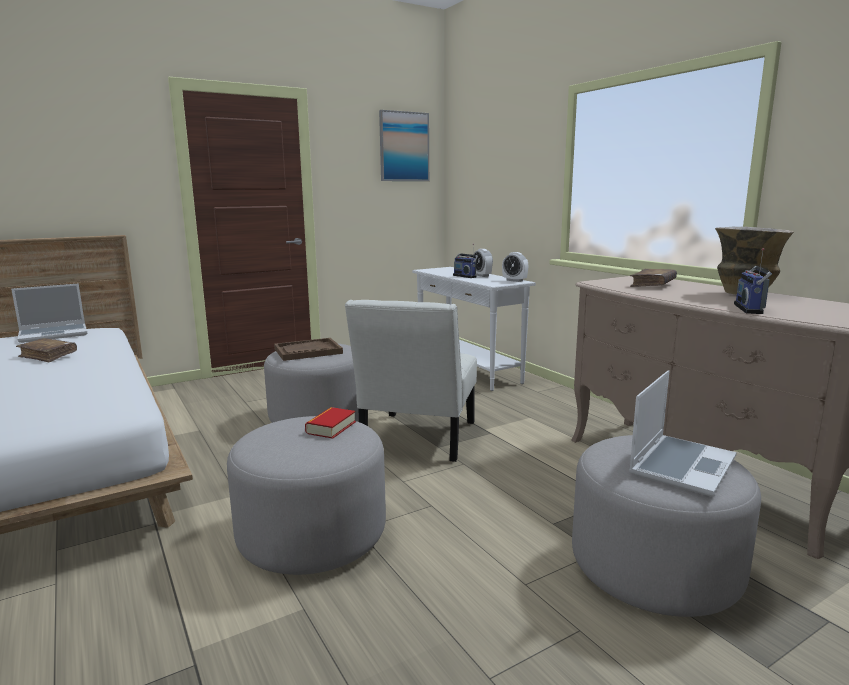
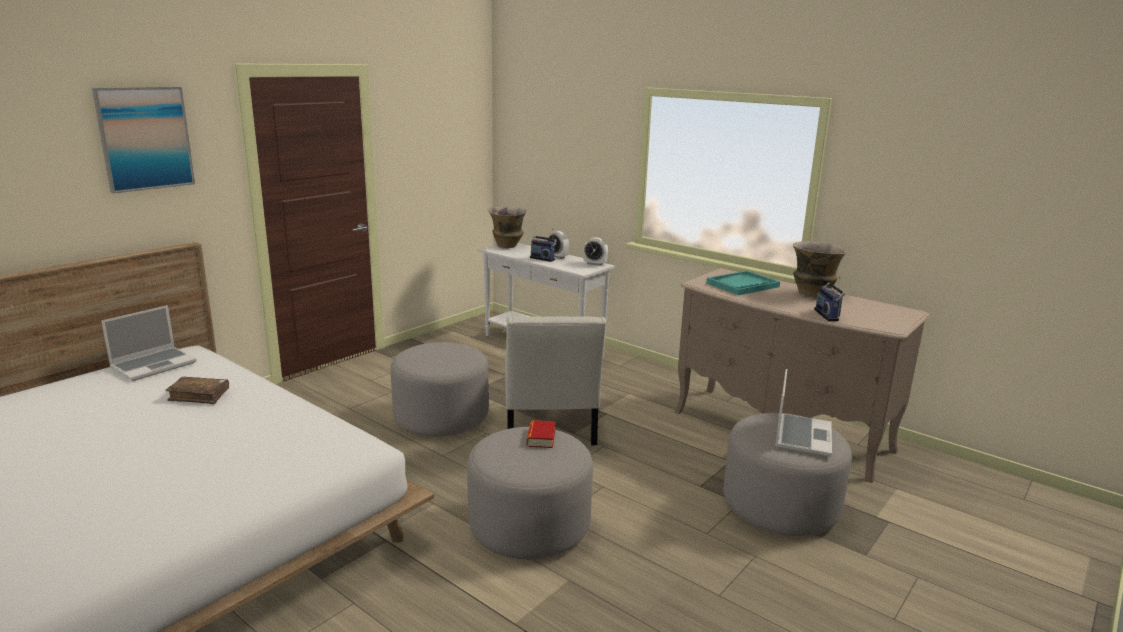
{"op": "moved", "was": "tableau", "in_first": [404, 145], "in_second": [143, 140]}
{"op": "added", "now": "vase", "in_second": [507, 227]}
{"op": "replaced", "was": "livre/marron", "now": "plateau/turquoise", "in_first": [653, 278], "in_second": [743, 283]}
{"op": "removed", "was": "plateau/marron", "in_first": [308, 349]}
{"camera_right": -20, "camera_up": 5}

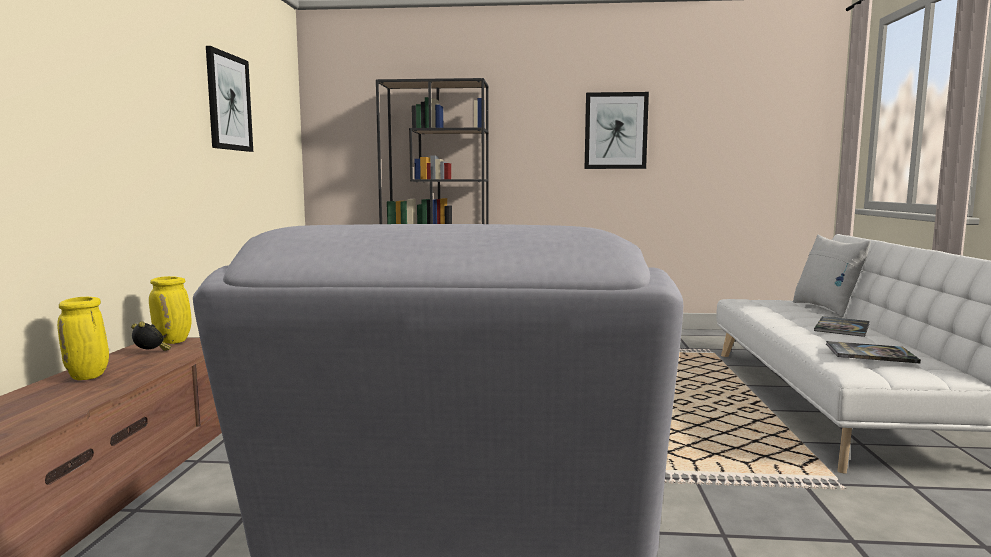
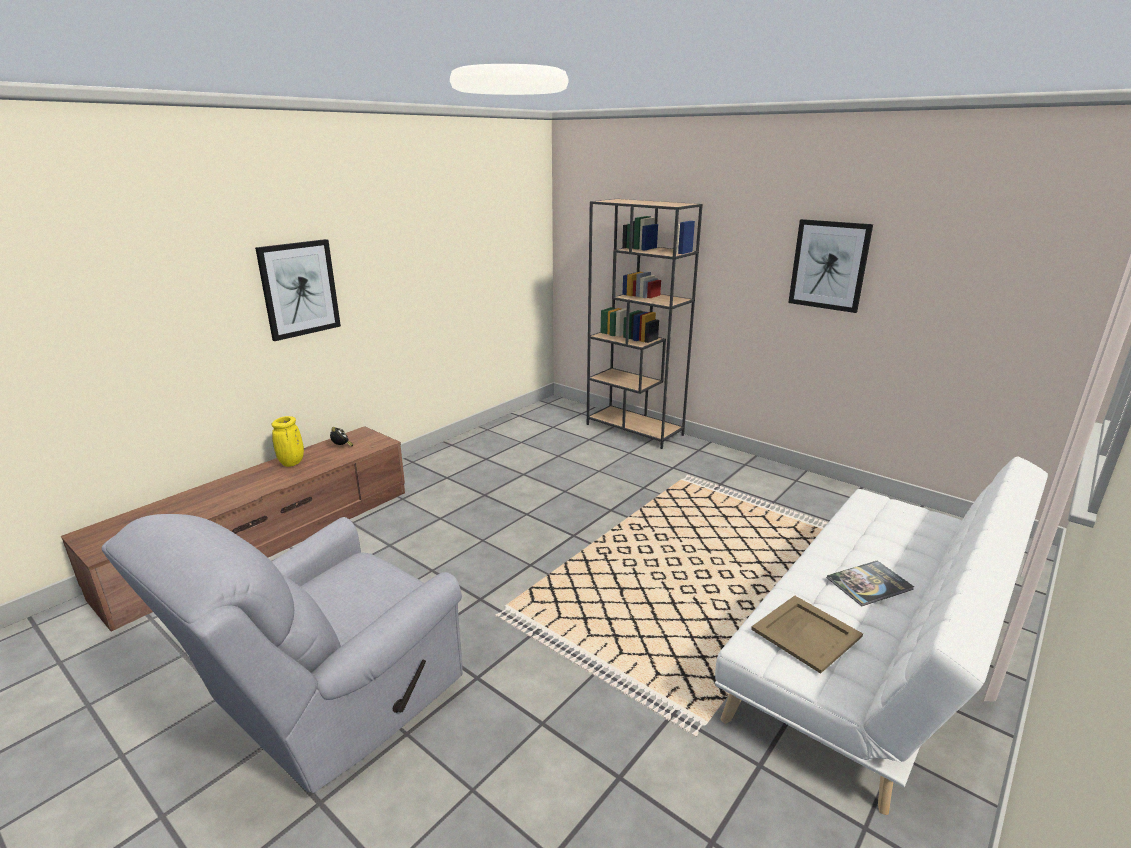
{"op": "moved", "was": "tableau", "in_first": [229, 99], "in_second": [298, 290]}
{"op": "replaced", "was": "livre", "now": "plateau/beige", "in_first": [873, 352], "in_second": [807, 635]}
{"op": "removed", "was": "vase/jaune", "in_first": [170, 310]}
{"op": "removed", "was": "coussin/gris", "in_first": [832, 276]}
{"camera_right": 35, "camera_up": 15}

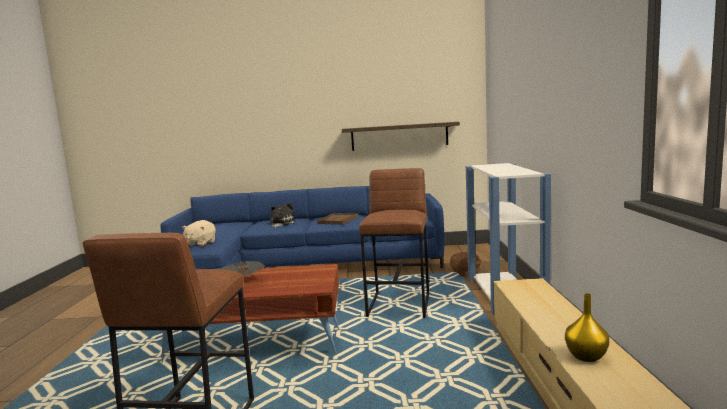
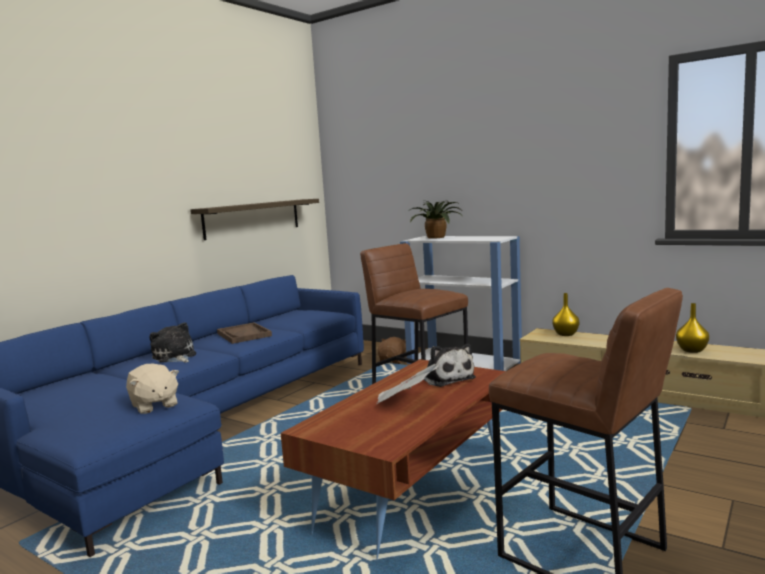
{"op": "added", "now": "plante en pot", "in_second": [435, 219]}
{"op": "added", "now": "peluche", "in_second": [450, 365]}
{"op": "added", "now": "vase/jaune", "in_second": [565, 314]}
{"camera_right": -55, "camera_up": 0}

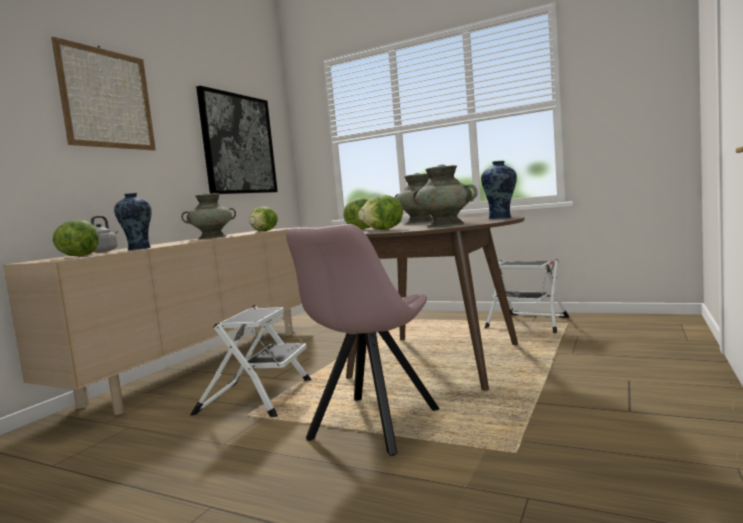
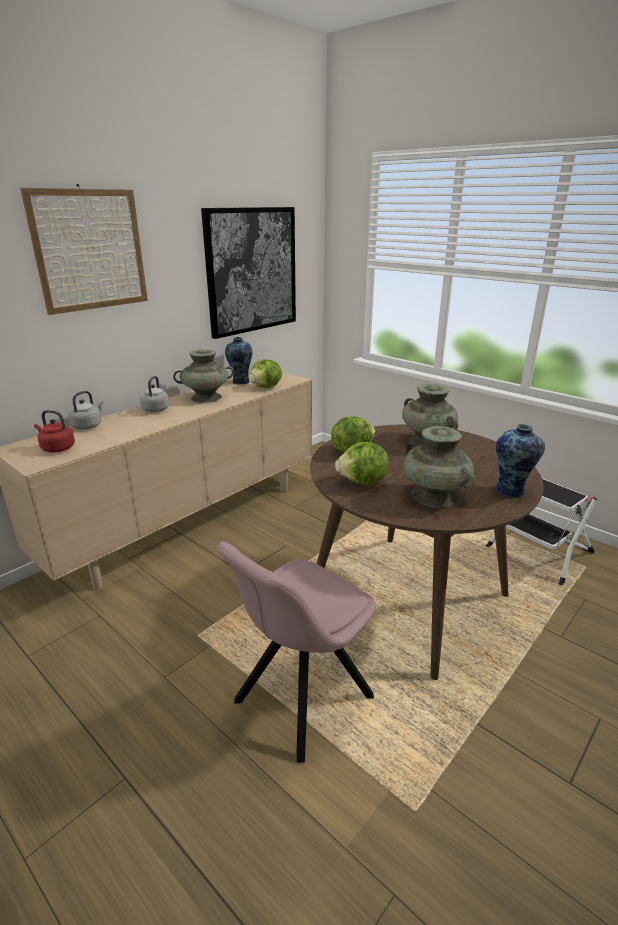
{"op": "replaced", "was": "laitue", "now": "bouilloire/rouge", "in_first": [76, 238], "in_second": [54, 431]}
{"op": "added", "now": "bouilloire/gris", "in_second": [154, 394]}
{"op": "moved", "was": "vase", "in_first": [133, 221], "in_second": [238, 360]}
{"op": "removed", "was": "escabeau", "in_first": [251, 361]}
{"camera_right": 15, "camera_up": 20}

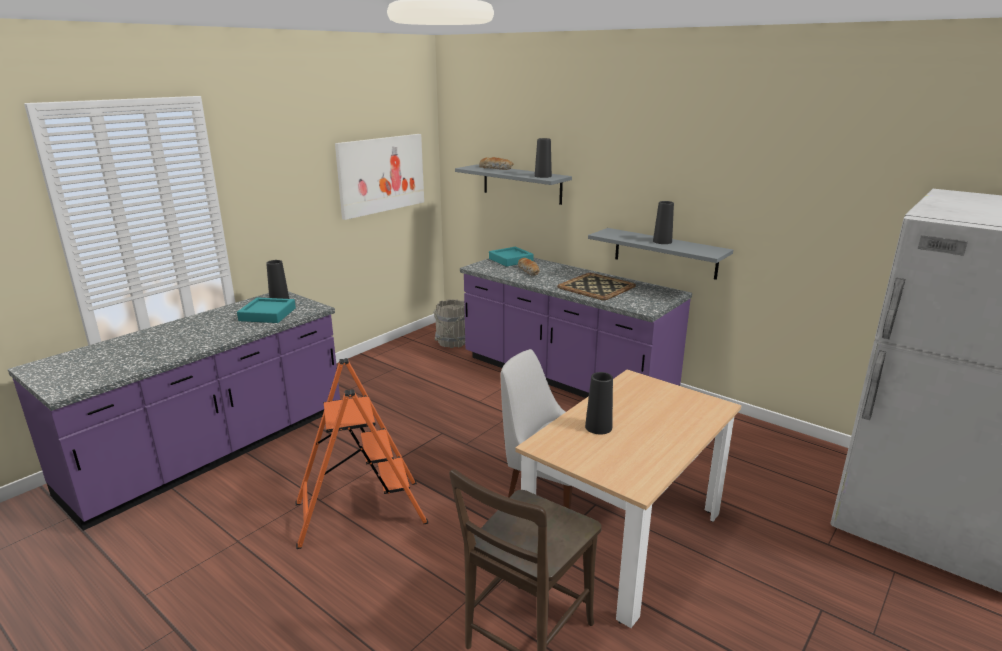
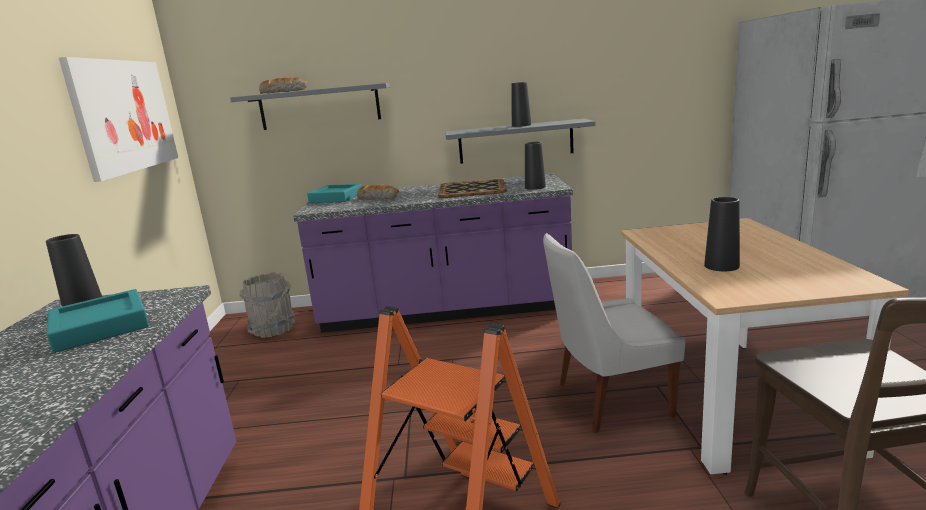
{"op": "moved", "was": "vase/noir", "in_first": [543, 158], "in_second": [535, 166]}
{"camera_right": -40, "camera_up": -5}

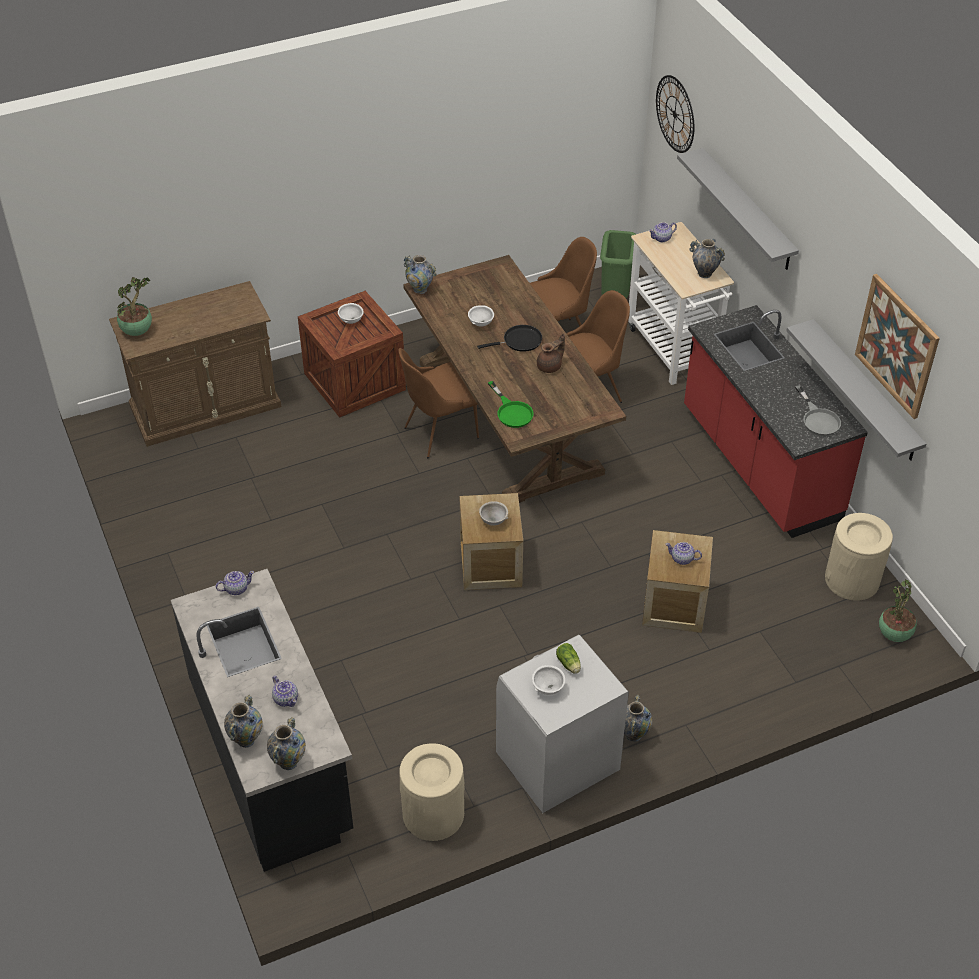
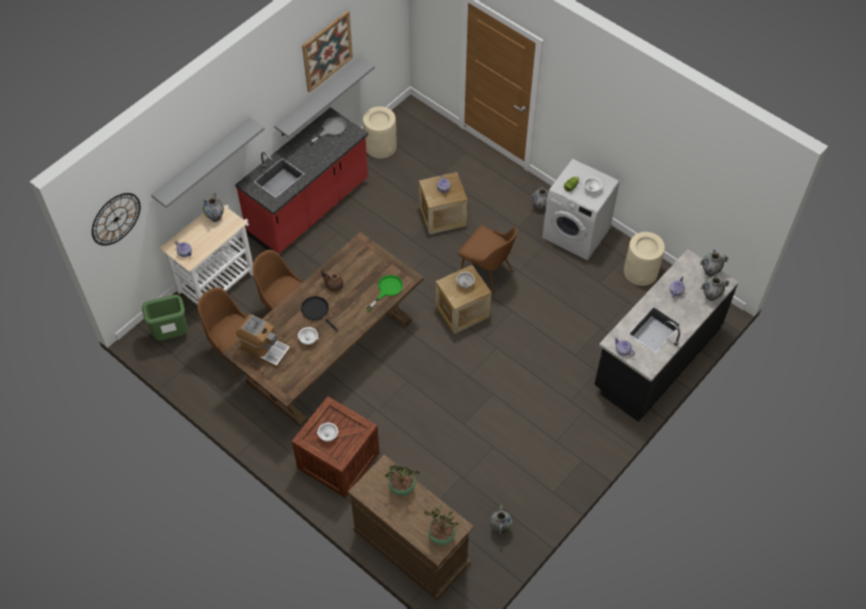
{"op": "added", "now": "machine à café", "in_second": [263, 341]}
{"op": "moved", "was": "plante en pot", "in_first": [898, 610], "in_second": [402, 480]}
{"op": "moved", "was": "chaise/marron", "in_first": [439, 403], "in_second": [488, 259]}
{"op": "moved", "was": "vase", "in_first": [420, 274], "in_second": [501, 519]}
{"camera_right": -115, "camera_up": 10}

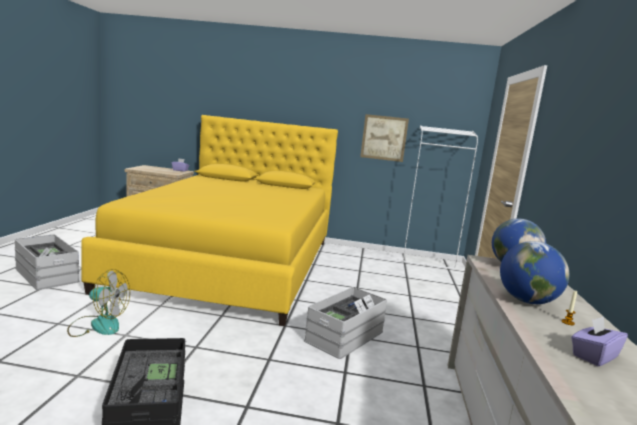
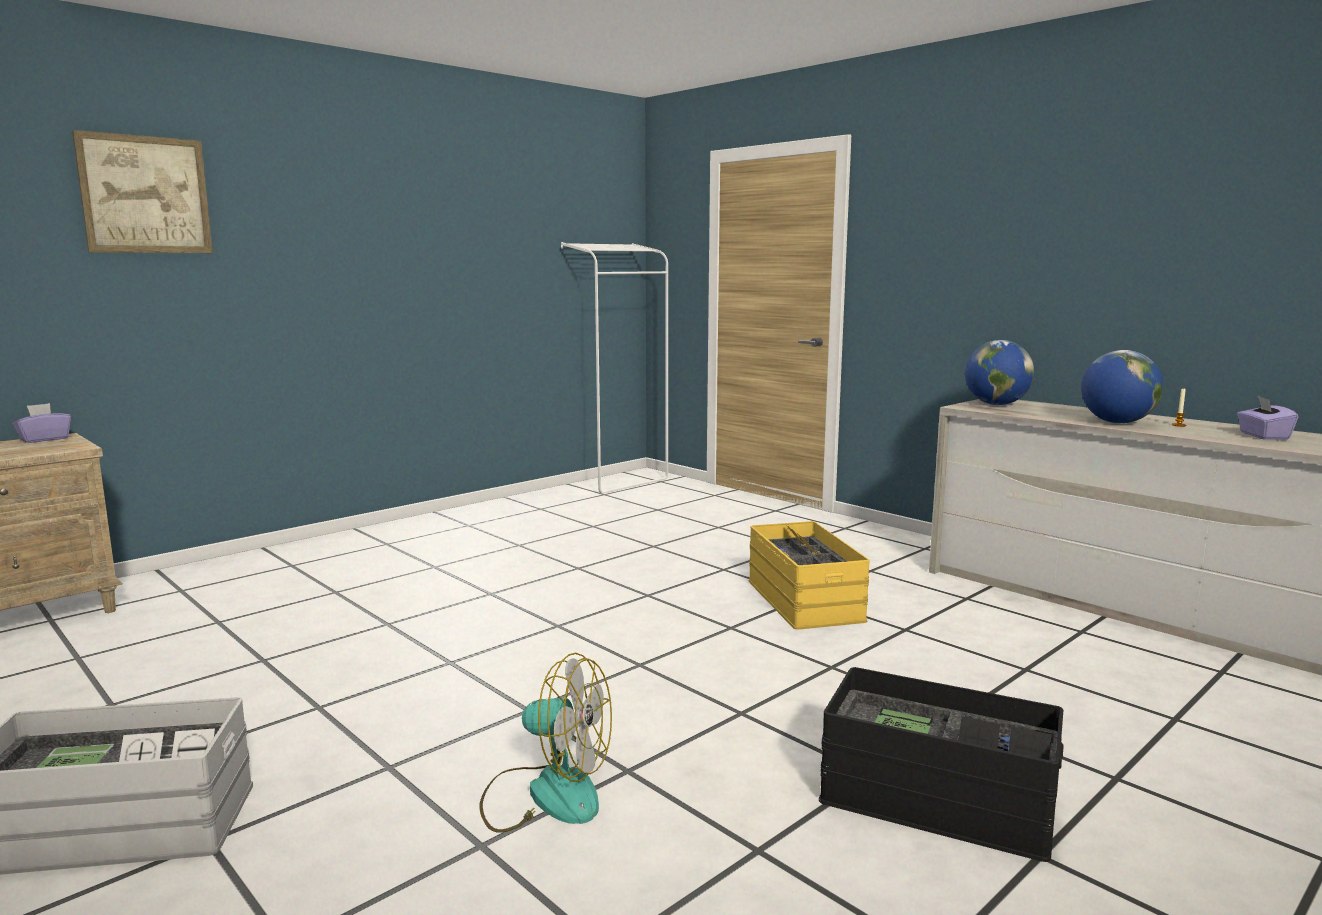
{"op": "moved", "was": "tableau", "in_first": [384, 138], "in_second": [142, 191]}
{"op": "turned", "was": "ventilateur", "in_first": [98, 303], "in_second": [545, 742], "clockwise": 60}
{"op": "recoloured", "was": "boîte de rangement/gris", "now": "boîte de rangement/jaune", "in_first": [345, 323], "in_second": [809, 575]}
{"op": "removed", "was": "lit/jaune", "in_first": [209, 220]}
{"camera_right": -50, "camera_up": 0}

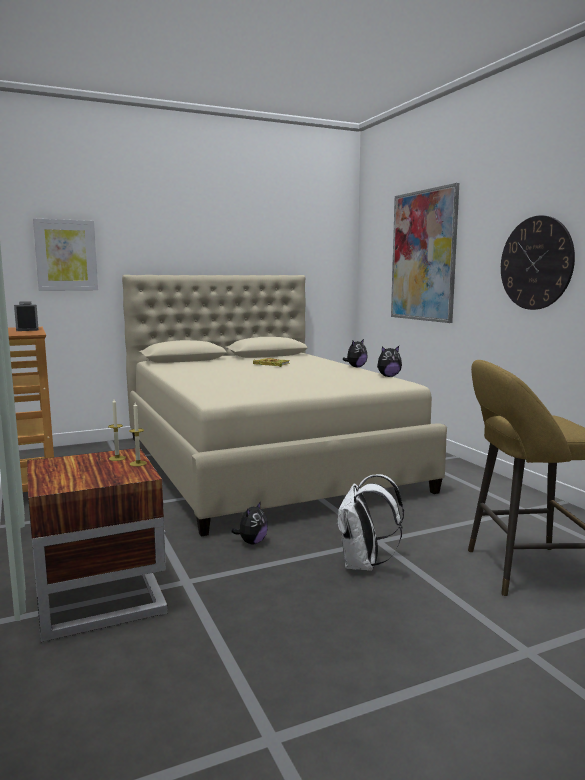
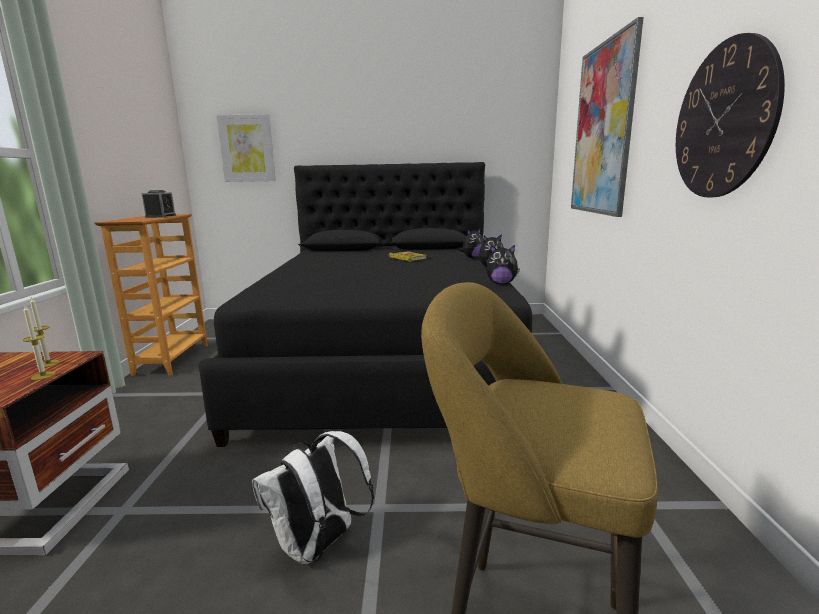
{"op": "recoloured", "was": "lit/beige", "now": "lit/noir", "in_first": [284, 405], "in_second": [365, 304]}
{"op": "moved", "was": "peluche", "in_first": [249, 523], "in_second": [471, 243]}
{"camera_right": 25, "camera_up": 5}

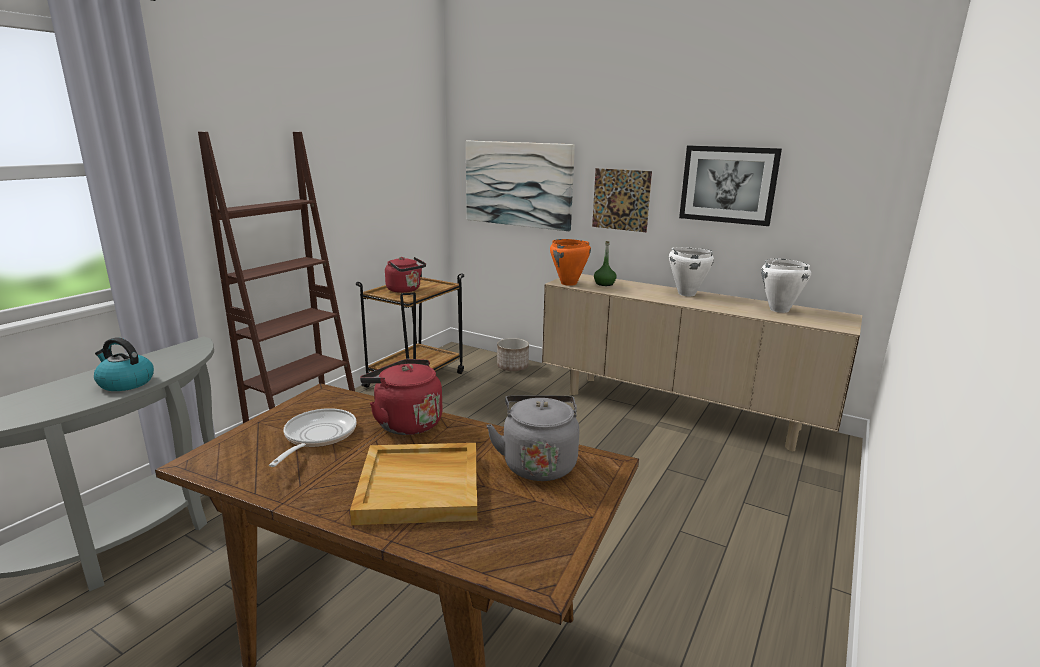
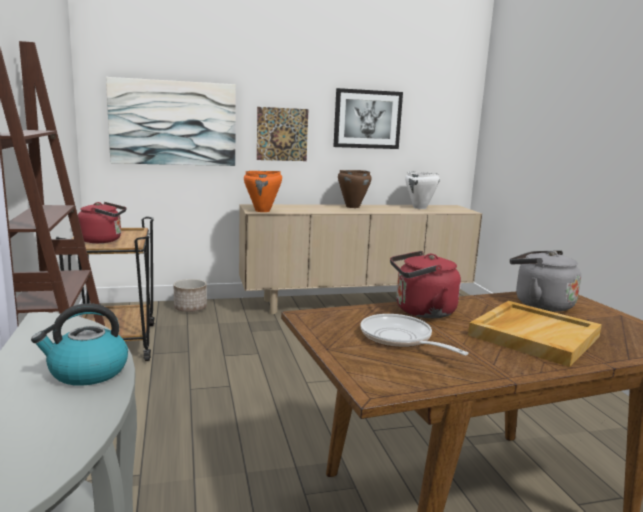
{"op": "recoloured", "was": "marmite/blanc", "now": "marmite/marron", "in_first": [691, 271], "in_second": [355, 189]}
{"op": "removed", "was": "bouteille/vert", "in_first": [605, 263]}
{"camera_right": -45, "camera_up": -5}

